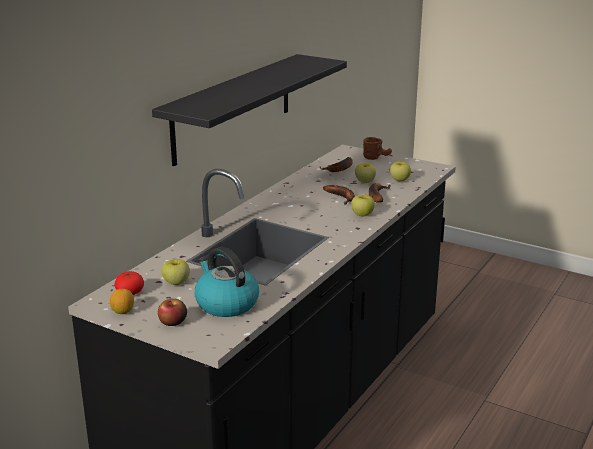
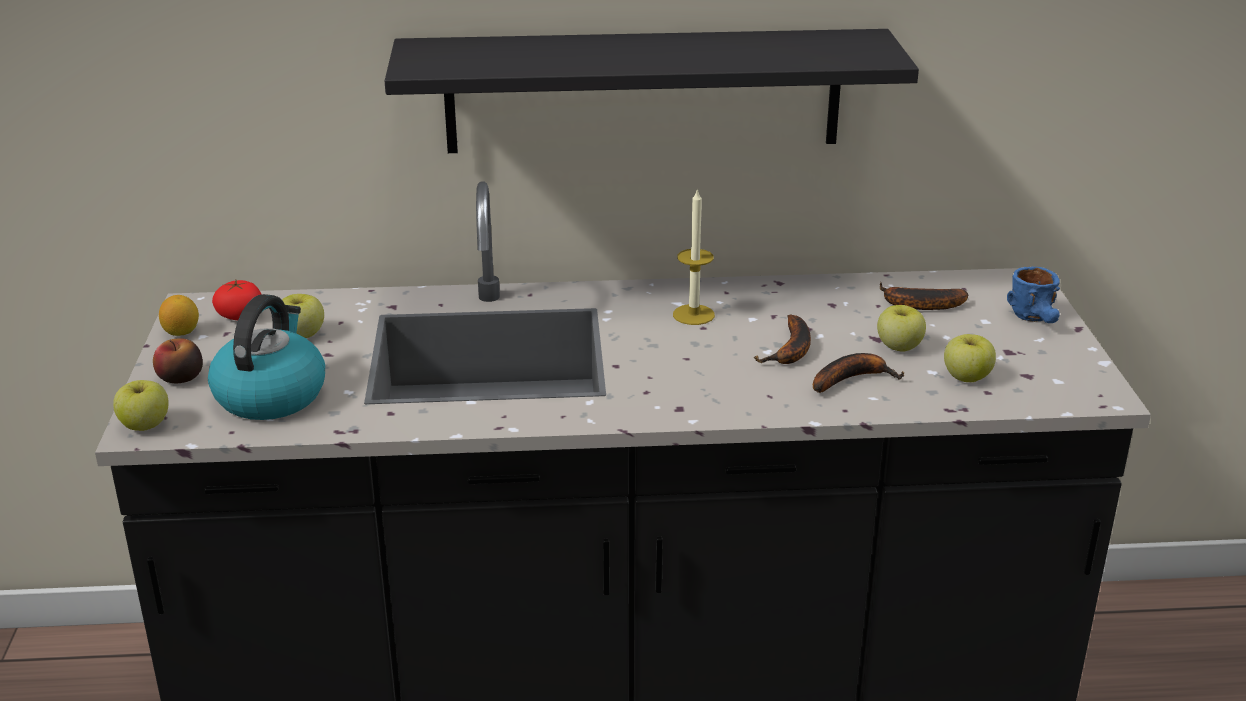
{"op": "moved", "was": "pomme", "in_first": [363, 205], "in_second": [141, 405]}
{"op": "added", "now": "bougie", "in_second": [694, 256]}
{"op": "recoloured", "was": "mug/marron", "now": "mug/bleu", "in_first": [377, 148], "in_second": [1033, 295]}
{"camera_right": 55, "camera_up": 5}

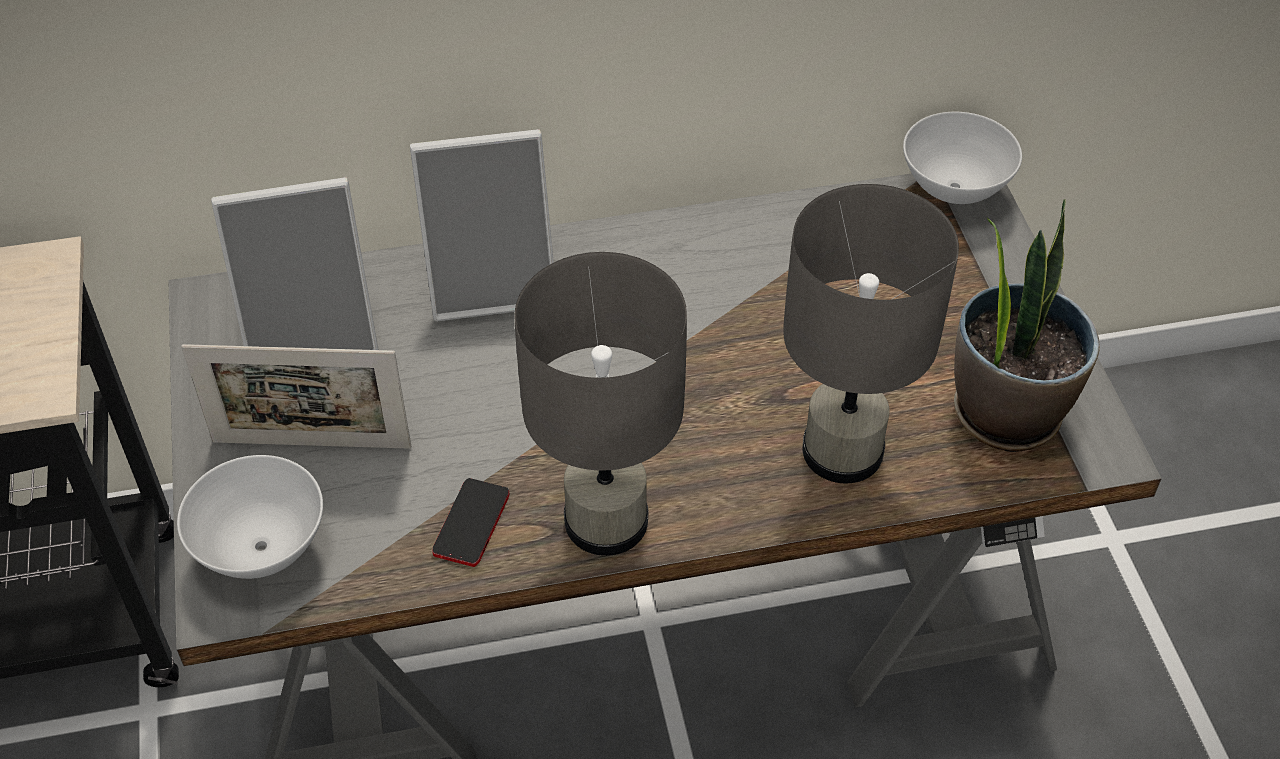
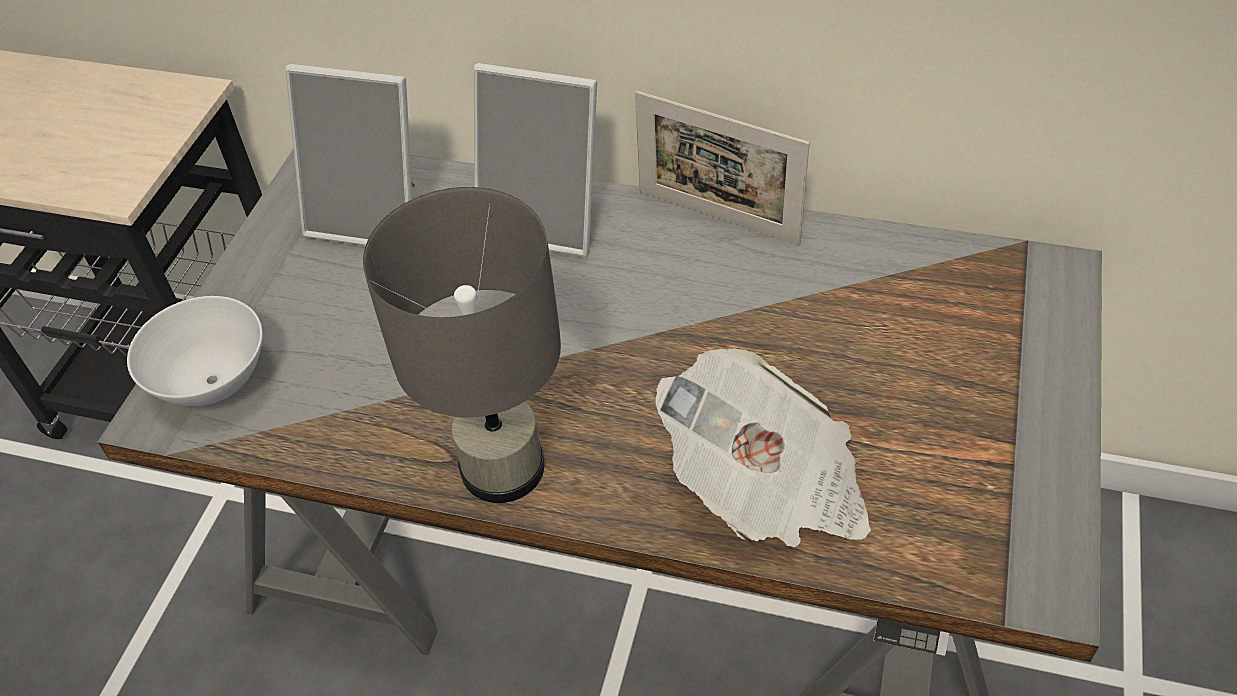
{"op": "moved", "was": "cadre photo", "in_first": [296, 396], "in_second": [722, 168]}
{"op": "replaced", "was": "lampe de table/gris", "now": "journal", "in_first": [871, 333], "in_second": [763, 448]}
{"op": "removed", "was": "téléphone", "in_first": [470, 522]}
{"op": "removed", "was": "bol/blanc", "in_first": [962, 158]}
{"op": "removed", "was": "plante en pot", "in_first": [1027, 325]}
{"camera_right": 30, "camera_up": 0}

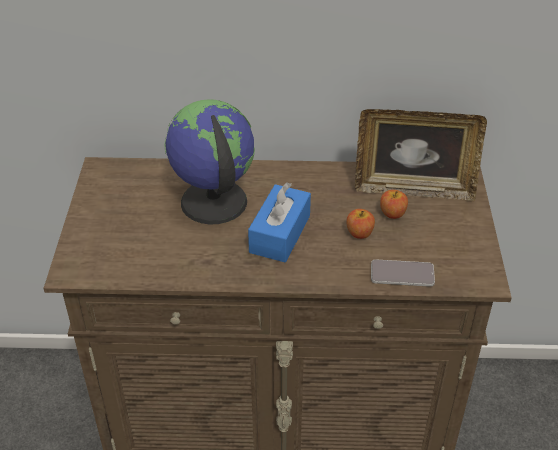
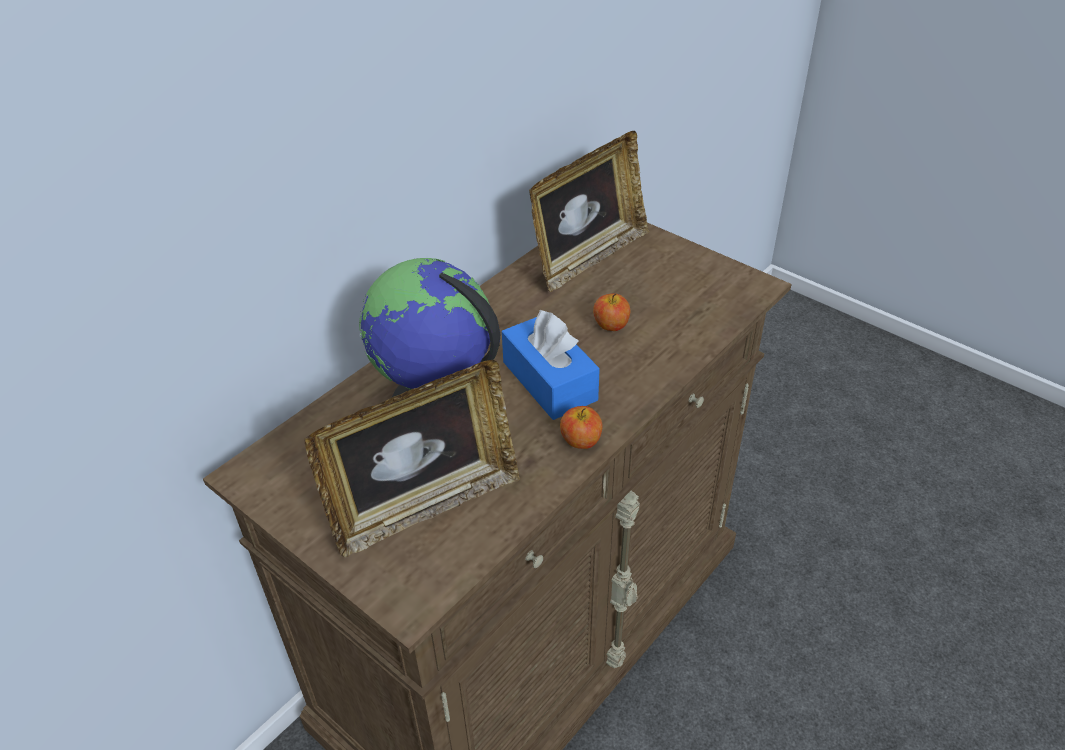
{"op": "added", "now": "cadre photo", "in_second": [412, 458]}
{"op": "moved", "was": "pomme", "in_first": [394, 204], "in_second": [581, 427]}
{"op": "removed", "was": "téléphone", "in_first": [403, 273]}
{"camera_right": -50, "camera_up": 0}

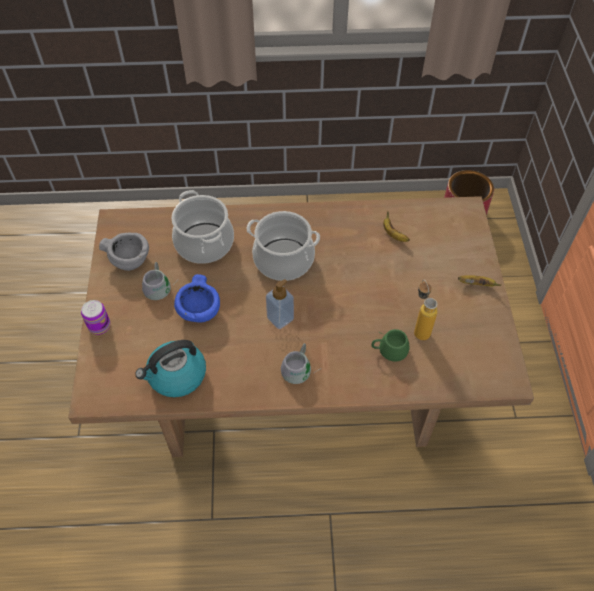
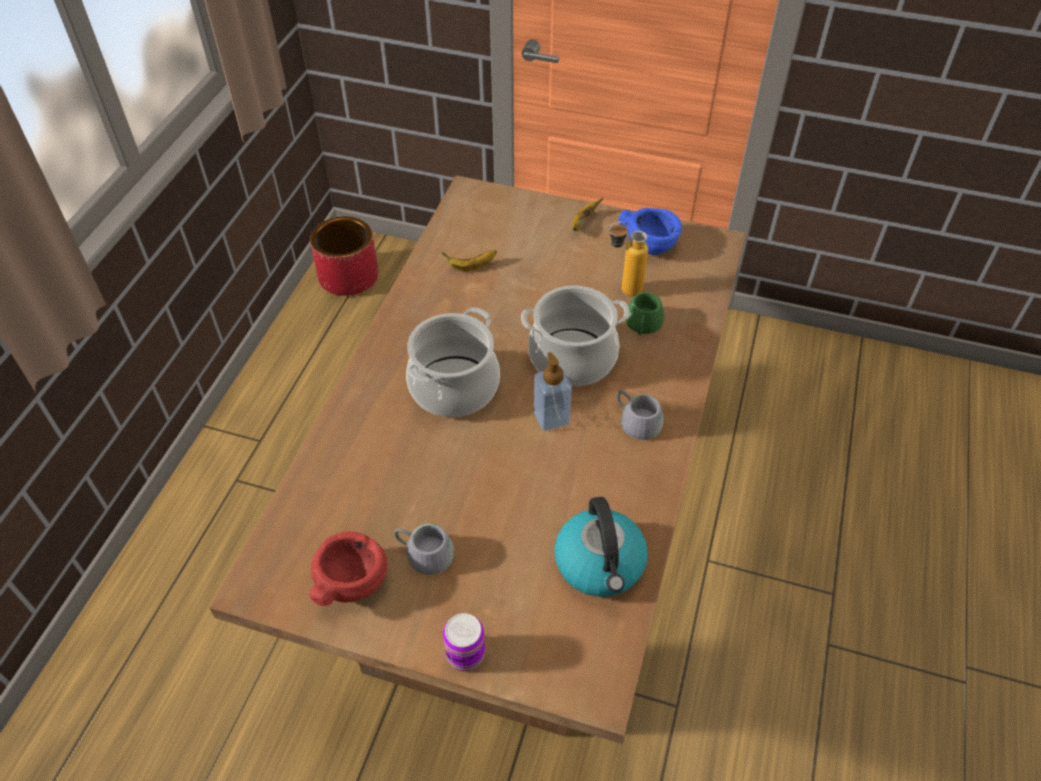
{"op": "recoloured", "was": "bol/gris", "now": "bol/rouge", "in_first": [124, 252], "in_second": [348, 569]}
{"op": "moved", "was": "marmite", "in_first": [203, 227], "in_second": [575, 336]}
{"op": "moved", "was": "bol/bleu", "in_first": [197, 298], "in_second": [650, 231]}
{"camera_right": -70, "camera_up": -5}

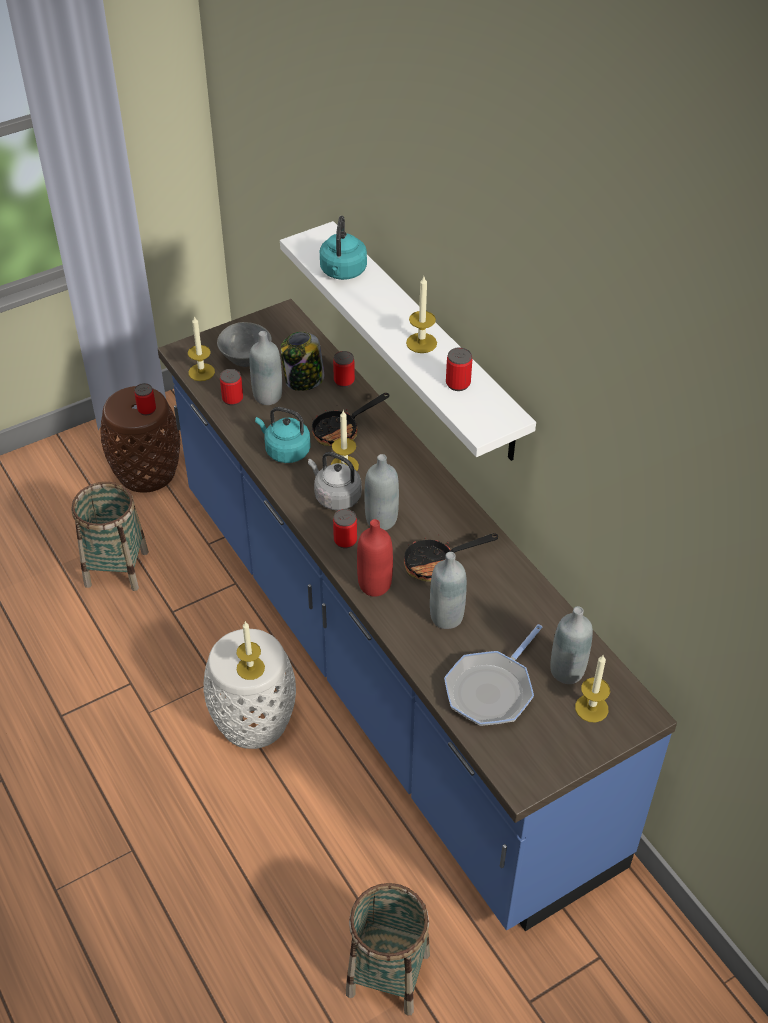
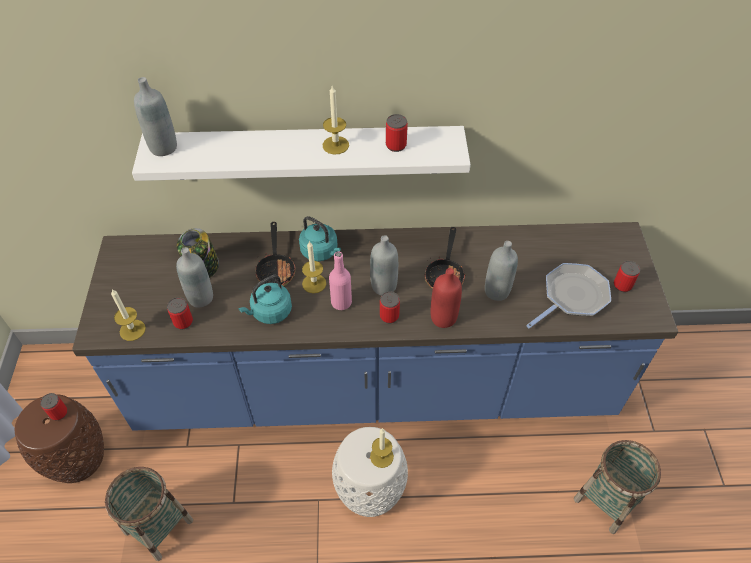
{"op": "moved", "was": "bouteille/gris", "in_first": [571, 645], "in_second": [155, 116]}
{"op": "moved", "was": "bouilloire/turquoise", "in_first": [343, 248], "in_second": [320, 238]}
{"op": "replaced", "was": "bouilloire/gris", "now": "bouteille/rose", "in_first": [335, 481], "in_second": [340, 281]}
{"op": "turned", "was": "poêle", "in_first": [493, 675], "in_second": [568, 296], "clockwise": -105}
{"op": "moved", "was": "boîte métallique", "in_first": [344, 369], "in_second": [627, 276]}
{"op": "removed", "was": "bol/gris", "in_first": [244, 344]}
{"op": "removed", "was": "bougie", "in_first": [592, 689]}
{"camera_right": -60, "camera_up": 5}

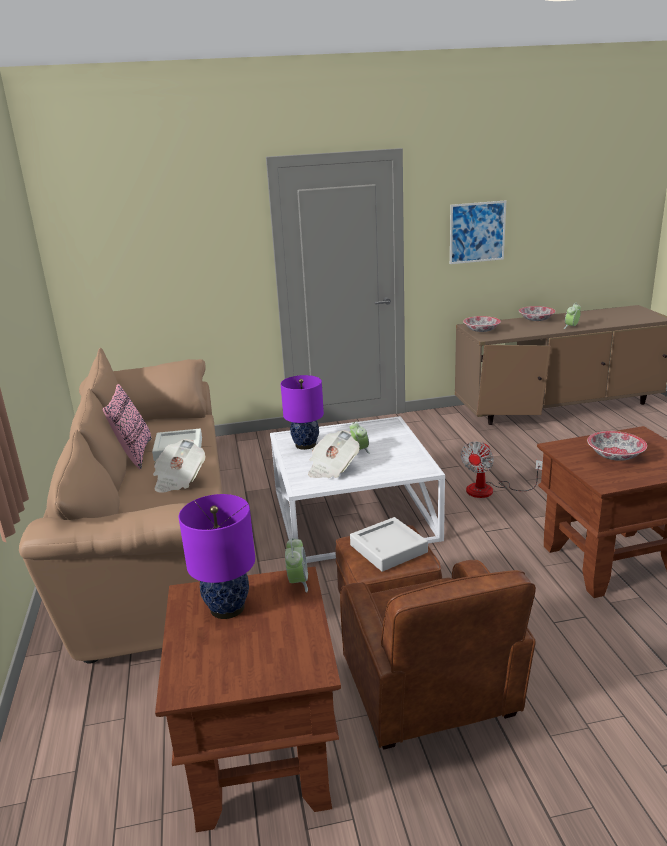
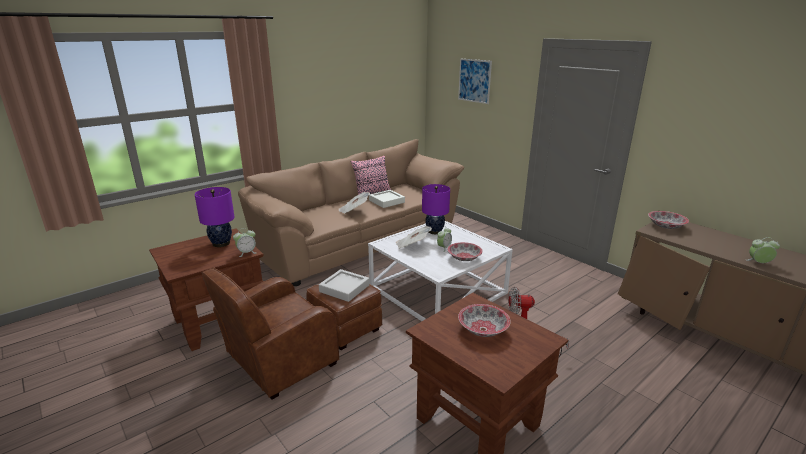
{"op": "moved", "was": "bol", "in_first": [537, 313], "in_second": [465, 251]}
{"op": "moved", "was": "tableau", "in_first": [478, 232], "in_second": [475, 81]}
{"camera_right": 60, "camera_up": 0}

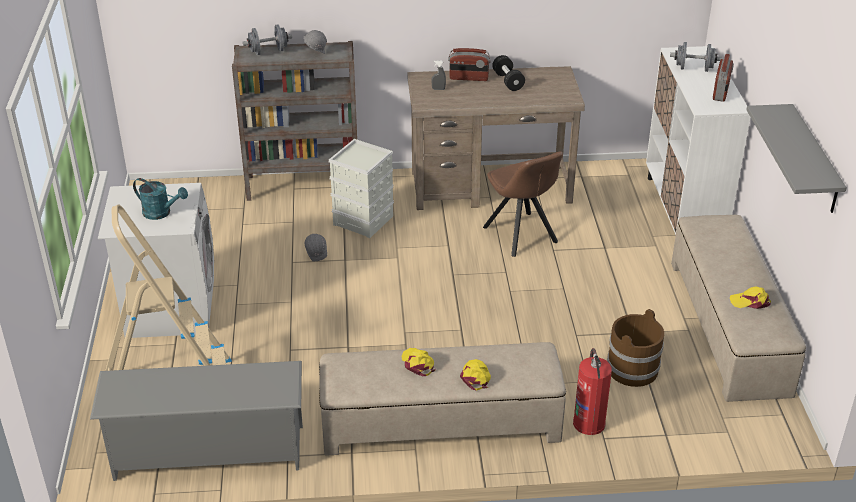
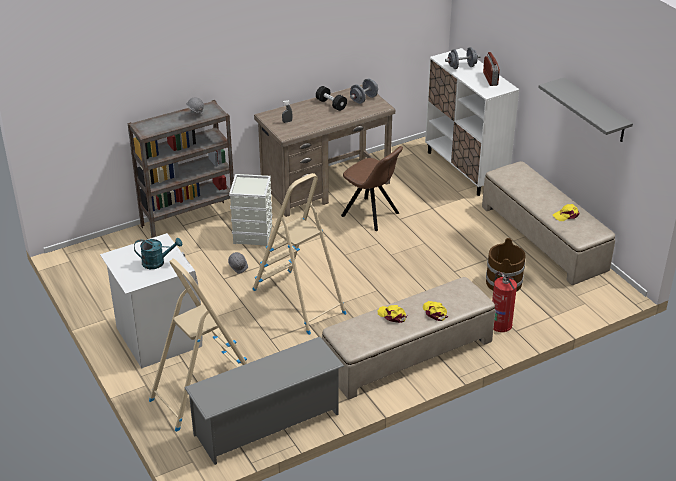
{"op": "added", "now": "escabeau/beige", "in_second": [300, 254]}
{"op": "moved", "was": "haltère/gris", "in_first": [267, 40], "in_second": [364, 91]}
{"op": "removed", "was": "radio", "in_first": [469, 64]}
{"camera_right": -25, "camera_up": 0}

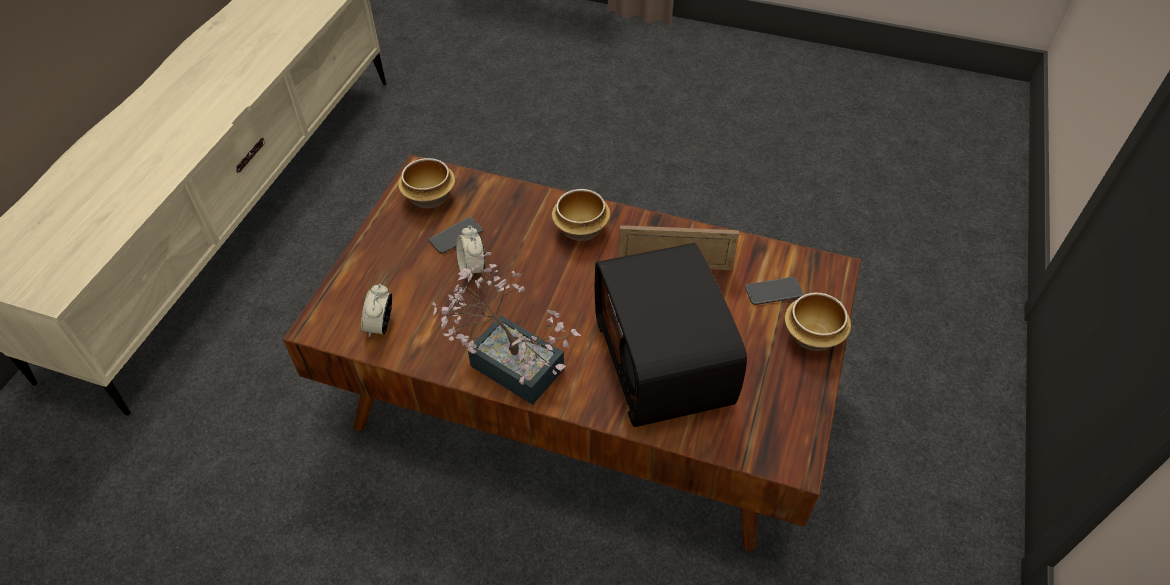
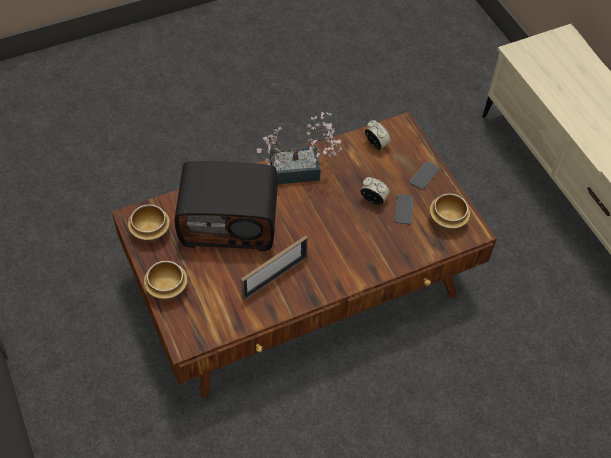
{"op": "moved", "was": "bol", "in_first": [581, 215], "in_second": [149, 223]}
{"op": "turned", "was": "radio", "in_first": [671, 335], "in_second": [226, 206], "clockwise": 150}
{"op": "moved", "was": "téléphone", "in_first": [774, 291], "in_second": [424, 175]}
{"camera_right": 135, "camera_up": 5}

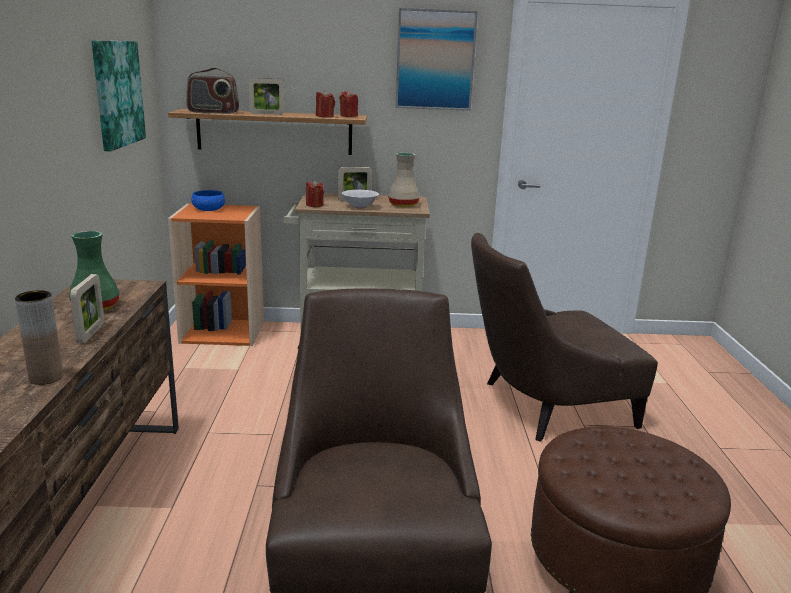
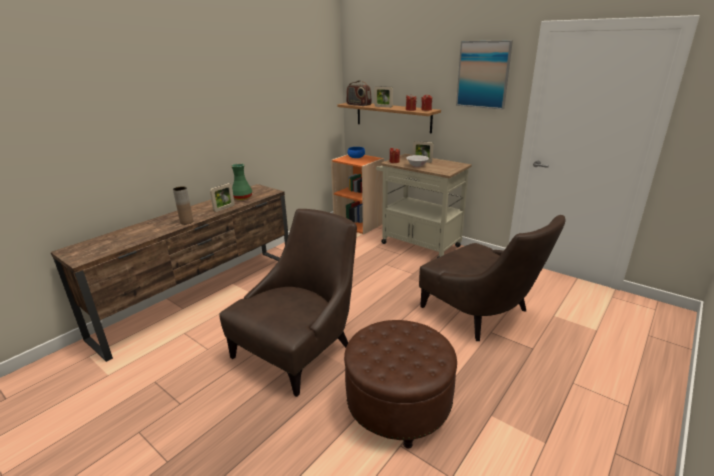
{"op": "turned", "was": "fauteuil/marron", "in_first": [564, 337], "in_second": [492, 278], "clockwise": -150}
{"op": "removed", "was": "tableau", "in_first": [119, 96]}
{"op": "removed", "was": "vase/beige", "in_first": [404, 180]}
{"camera_right": 40, "camera_up": 5}

